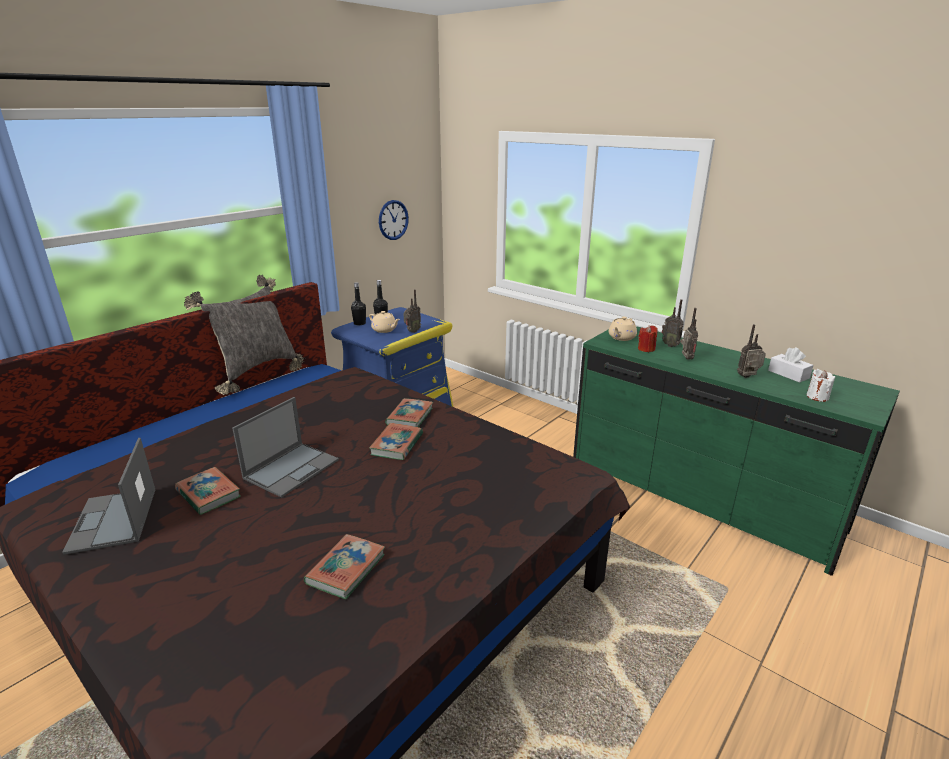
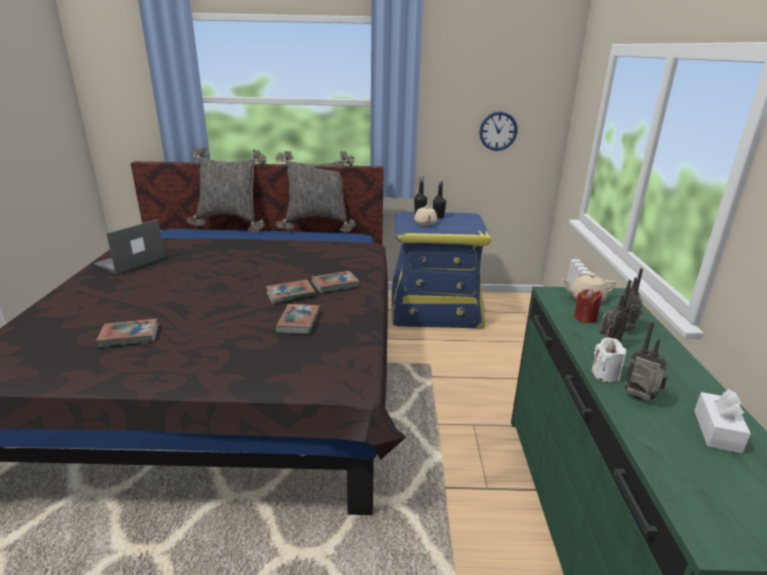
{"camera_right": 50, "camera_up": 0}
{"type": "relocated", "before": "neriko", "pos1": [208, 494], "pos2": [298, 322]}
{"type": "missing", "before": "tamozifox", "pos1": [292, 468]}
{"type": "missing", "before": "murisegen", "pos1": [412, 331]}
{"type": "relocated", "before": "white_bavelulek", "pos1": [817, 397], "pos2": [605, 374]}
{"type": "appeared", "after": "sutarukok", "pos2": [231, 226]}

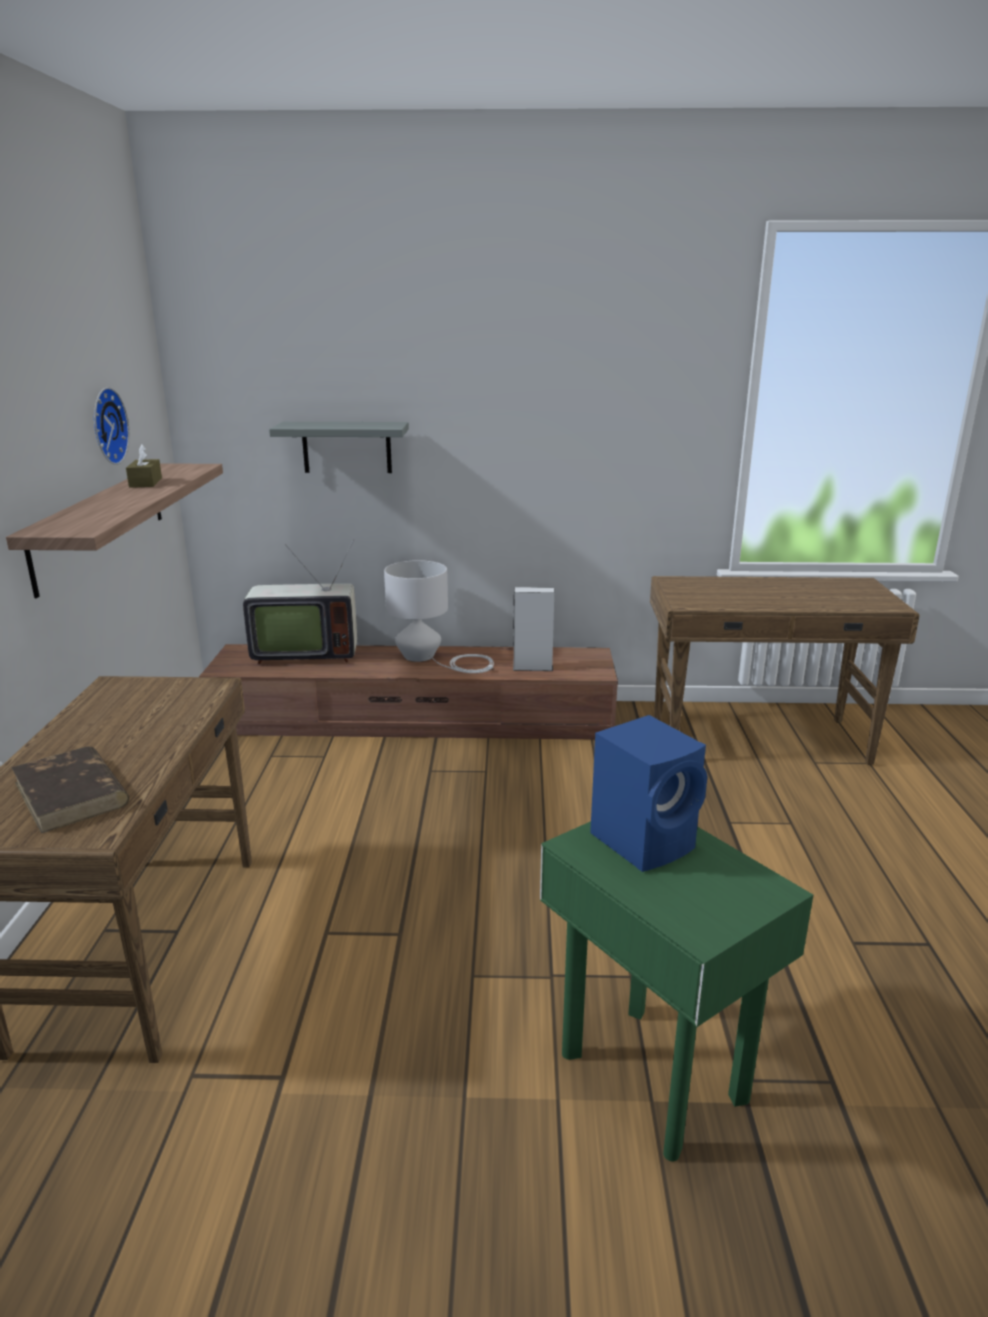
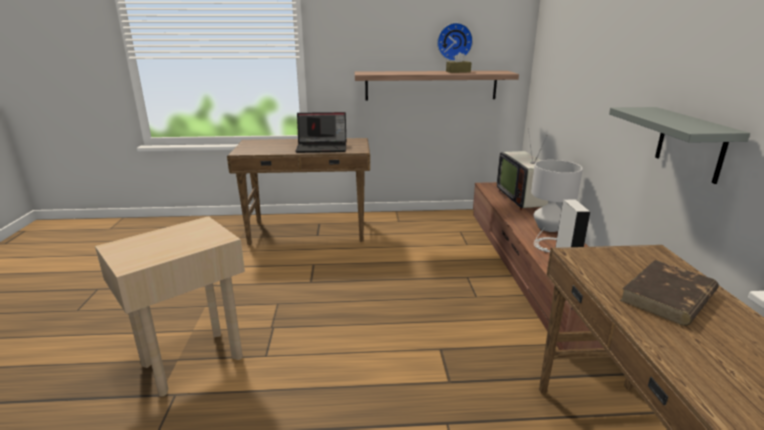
{"camera_right": 85, "camera_up": 0}
{"type": "relocated", "before": "brown_neriko", "pos1": [71, 794], "pos2": [668, 297]}
{"type": "relocated", "before": "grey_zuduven", "pos1": [347, 447], "pos2": [690, 144]}
{"type": "colour", "before": "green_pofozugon", "after": "beige_pofozugon", "pos1": [651, 1077], "pos2": [192, 360]}
{"type": "missing", "before": "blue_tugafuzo", "pos1": [645, 841]}
{"type": "appeared", "after": "tamozifox", "pos2": [322, 147]}

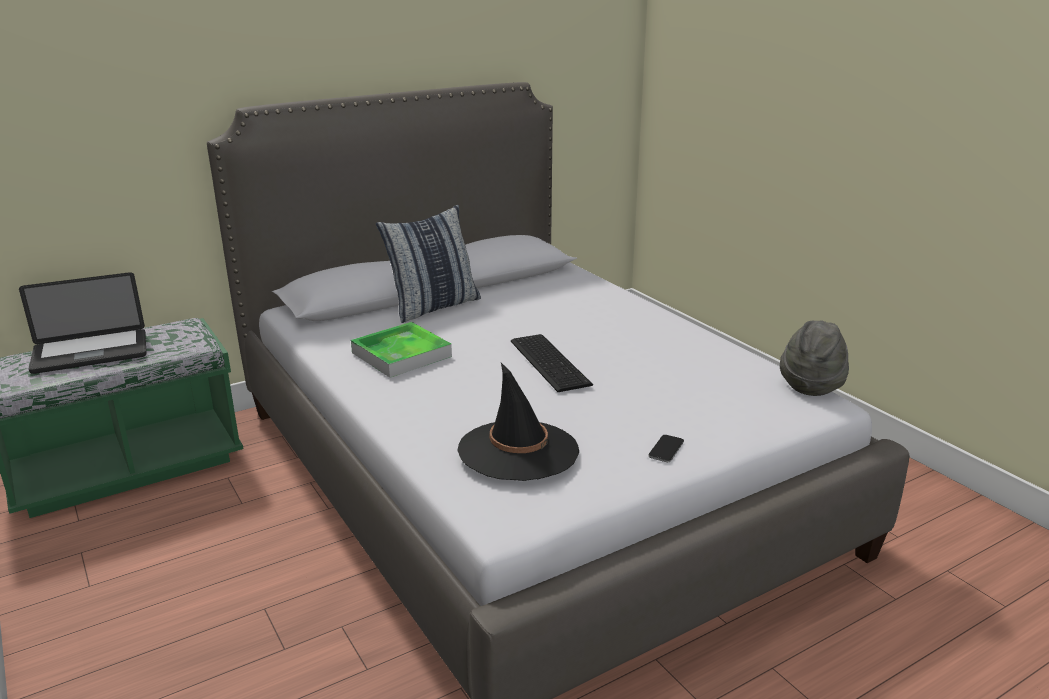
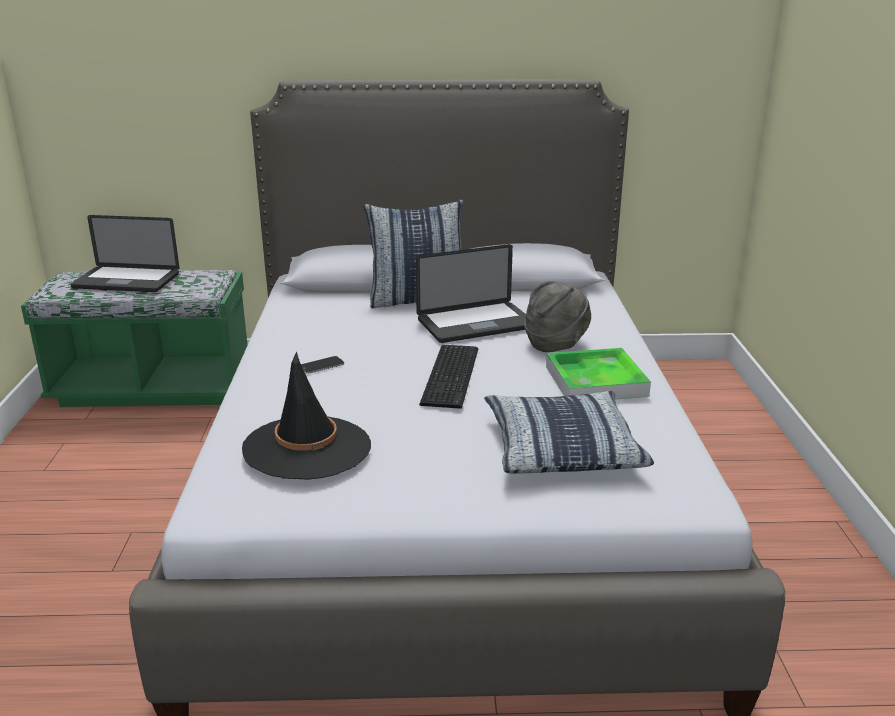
{"camera_right": 30, "camera_up": 0}
{"type": "relocated", "before": "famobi", "pos1": [401, 354], "pos2": [595, 381]}
{"type": "relocated", "before": "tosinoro", "pos1": [666, 449], "pos2": [322, 366]}
{"type": "relocated", "before": "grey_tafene", "pos1": [811, 384], "pos2": [556, 344]}
{"type": "appeared", "after": "tamozifox", "pos2": [476, 324]}
{"type": "appeared", "after": "sutarukok", "pos2": [562, 447]}

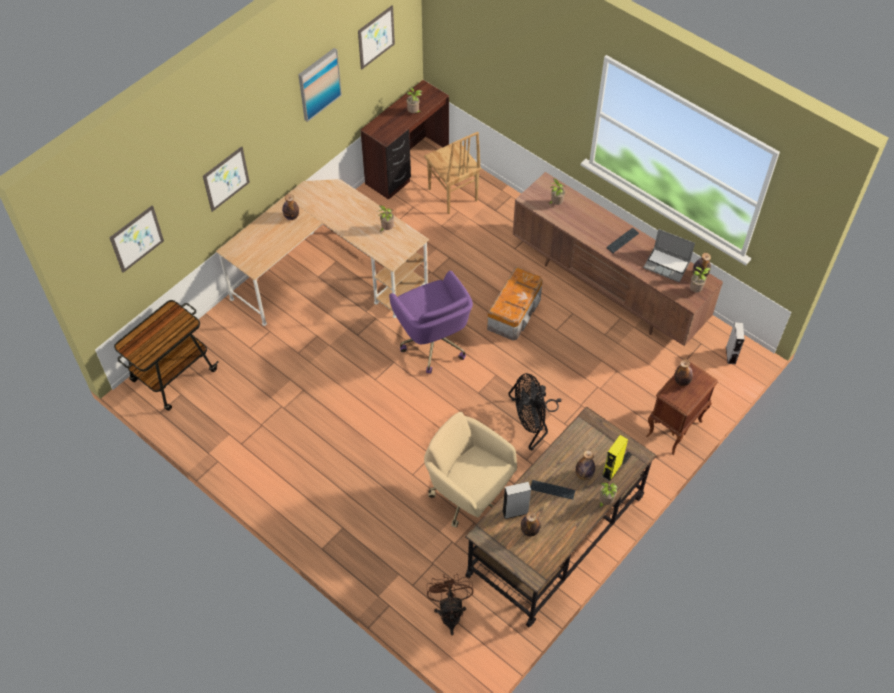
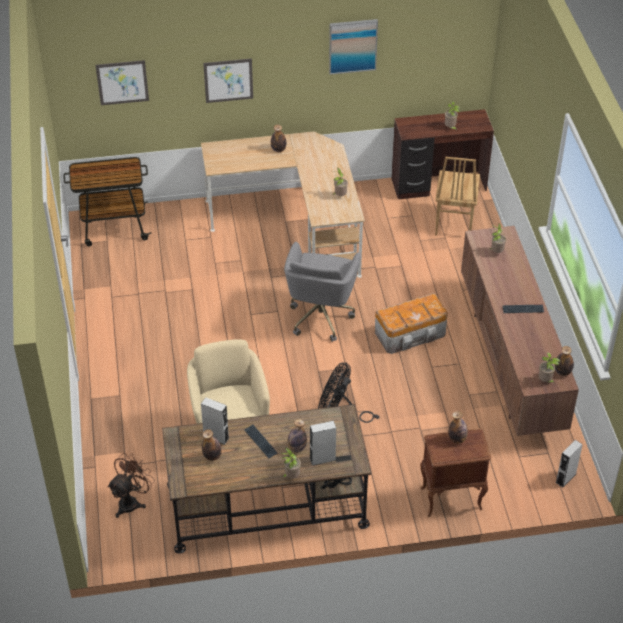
{"camera_right": 40, "camera_up": -10}
{"type": "missing", "before": "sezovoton", "pos1": [376, 37]}
{"type": "colour", "before": "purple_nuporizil", "after": "grey_nuporizil", "pos1": [432, 343], "pos2": [321, 316]}
{"type": "colour", "before": "yellow_tugafuzo", "after": "grey_tugafuzo", "pos1": [612, 470], "pos2": [322, 459]}
{"type": "missing", "before": "tamozifox", "pos1": [667, 265]}

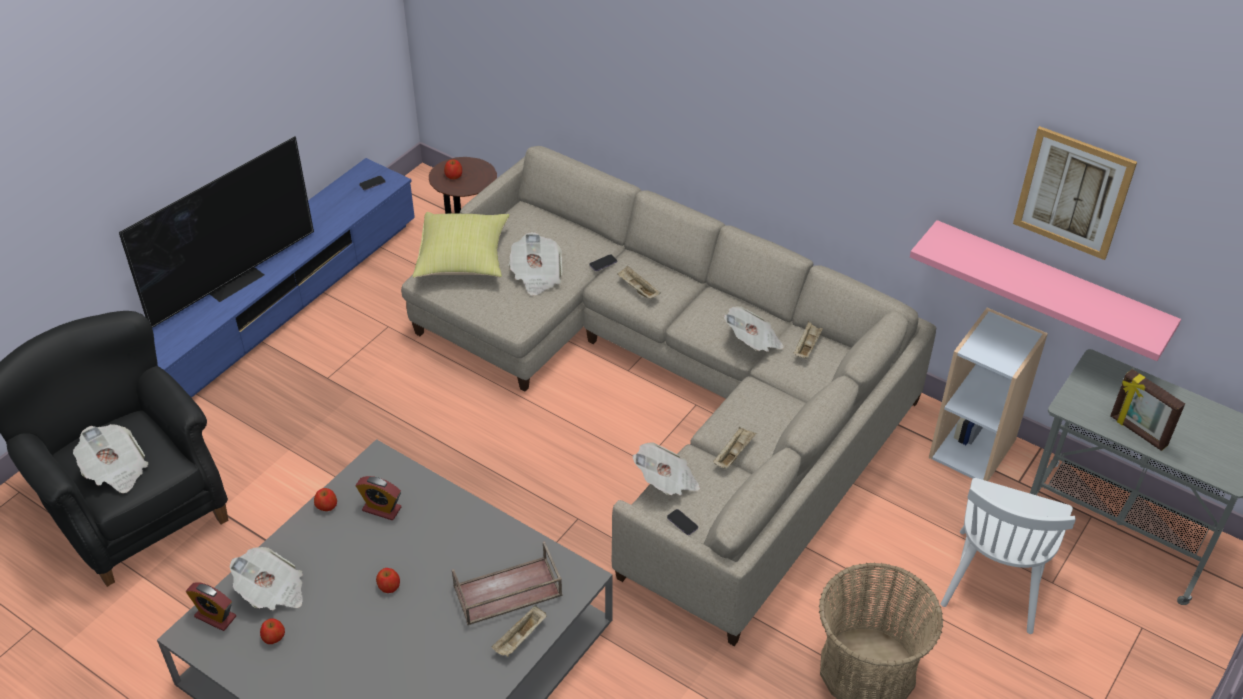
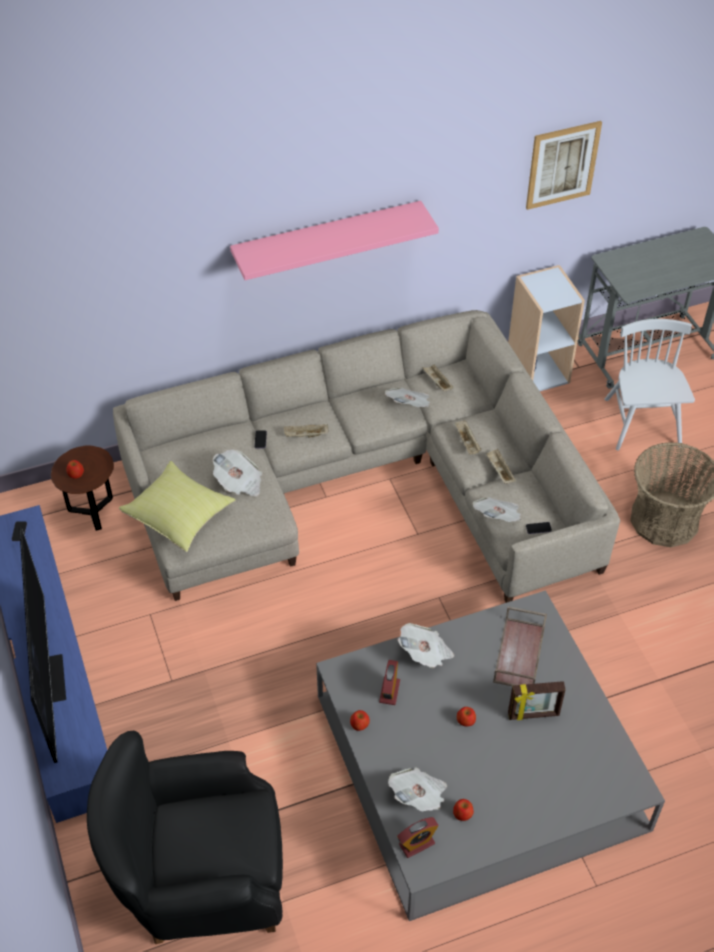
{"camera_right": -55, "camera_up": 5}
{"type": "relocated", "before": "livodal", "pos1": [115, 470], "pos2": [425, 654]}
{"type": "spun", "before": "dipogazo", "pos1": [381, 509], "pos2": [389, 691], "turn": 135}
{"type": "relocated", "before": "beige_famobi", "pos1": [520, 638], "pos2": [467, 443]}
{"type": "relocated", "before": "pink_zuduven", "pos1": [1049, 285], "pos2": [327, 237]}
{"type": "spun", "before": "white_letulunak", "pos1": [995, 580], "pos2": [642, 423], "turn": -150}
{"type": "relocated", "before": "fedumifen", "pos1": [1137, 432], "pos2": [533, 715]}

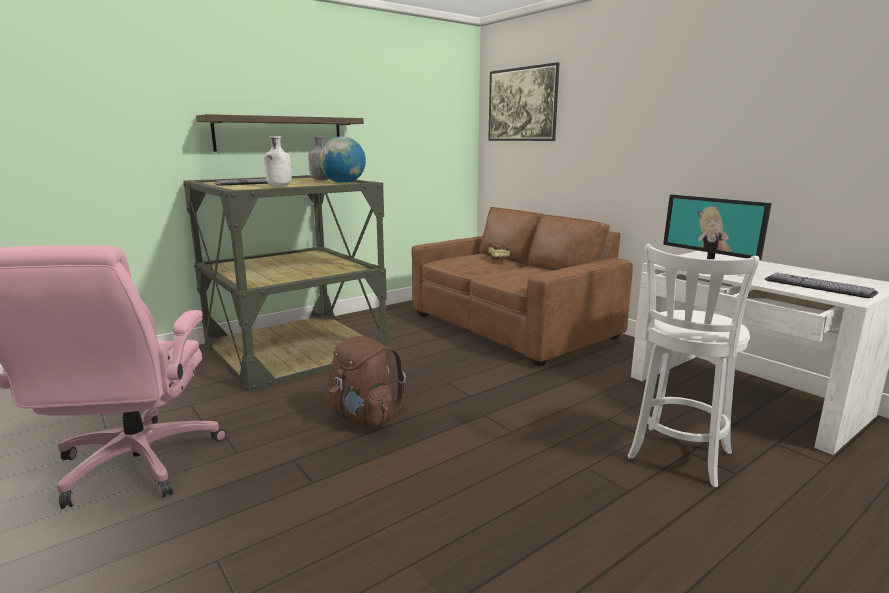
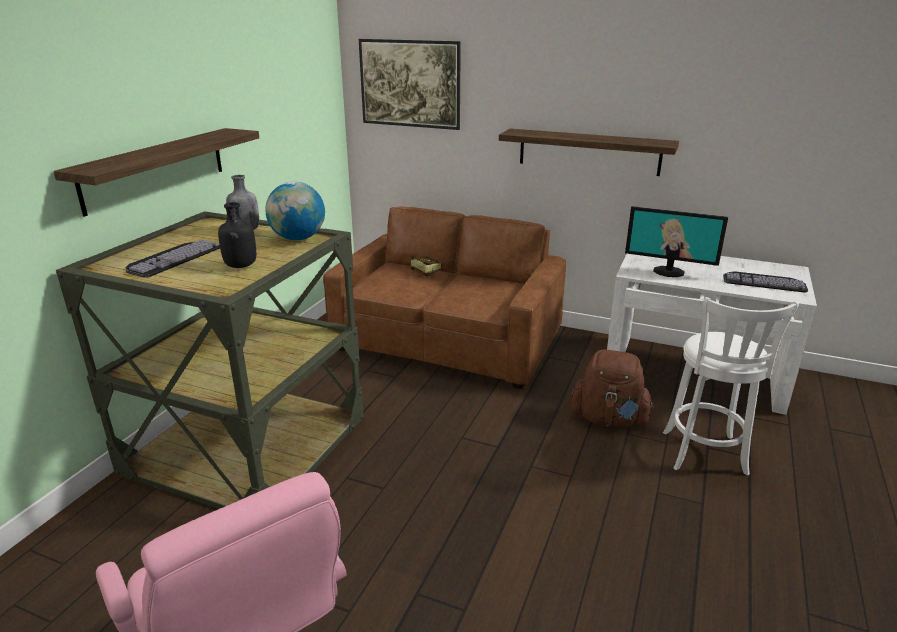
{"camera_right": -30, "camera_up": 10}
{"type": "colour", "before": "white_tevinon", "after": "black_tevinon", "pos1": [279, 186], "pos2": [240, 266]}
{"type": "relocated", "before": "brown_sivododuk", "pos1": [363, 417], "pos2": [609, 419]}
{"type": "appeared", "after": "zuduven", "pos2": [589, 152]}

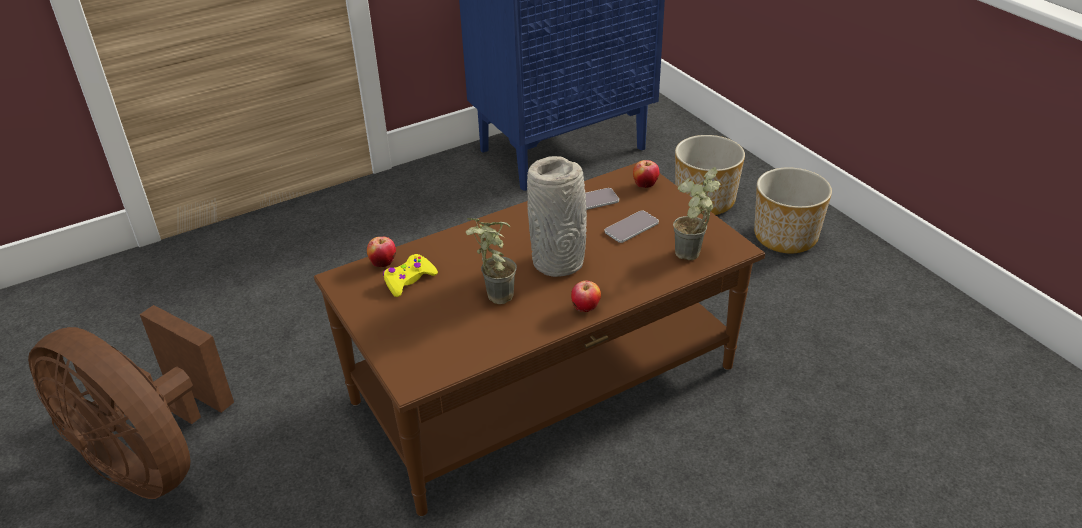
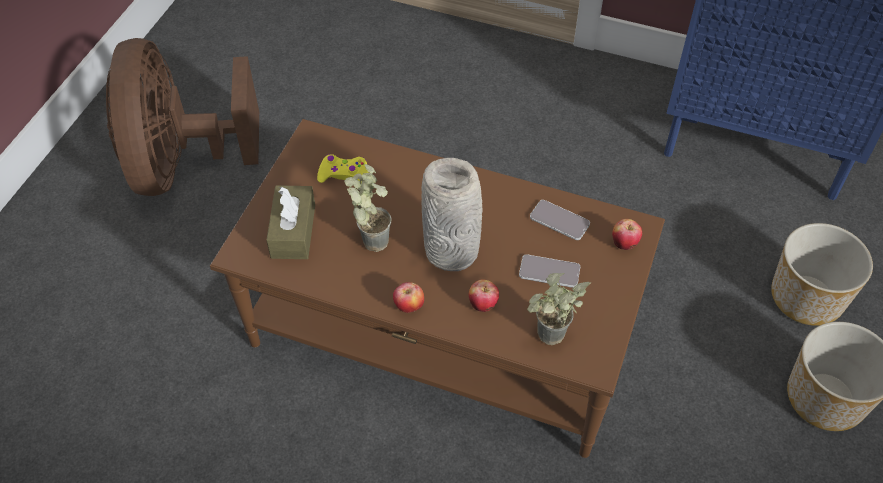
{"camera_right": 50, "camera_up": 15}
{"type": "relocated", "before": "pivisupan", "pos1": [383, 263], "pos2": [483, 305]}
{"type": "appeared", "after": "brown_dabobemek", "pos2": [293, 231]}

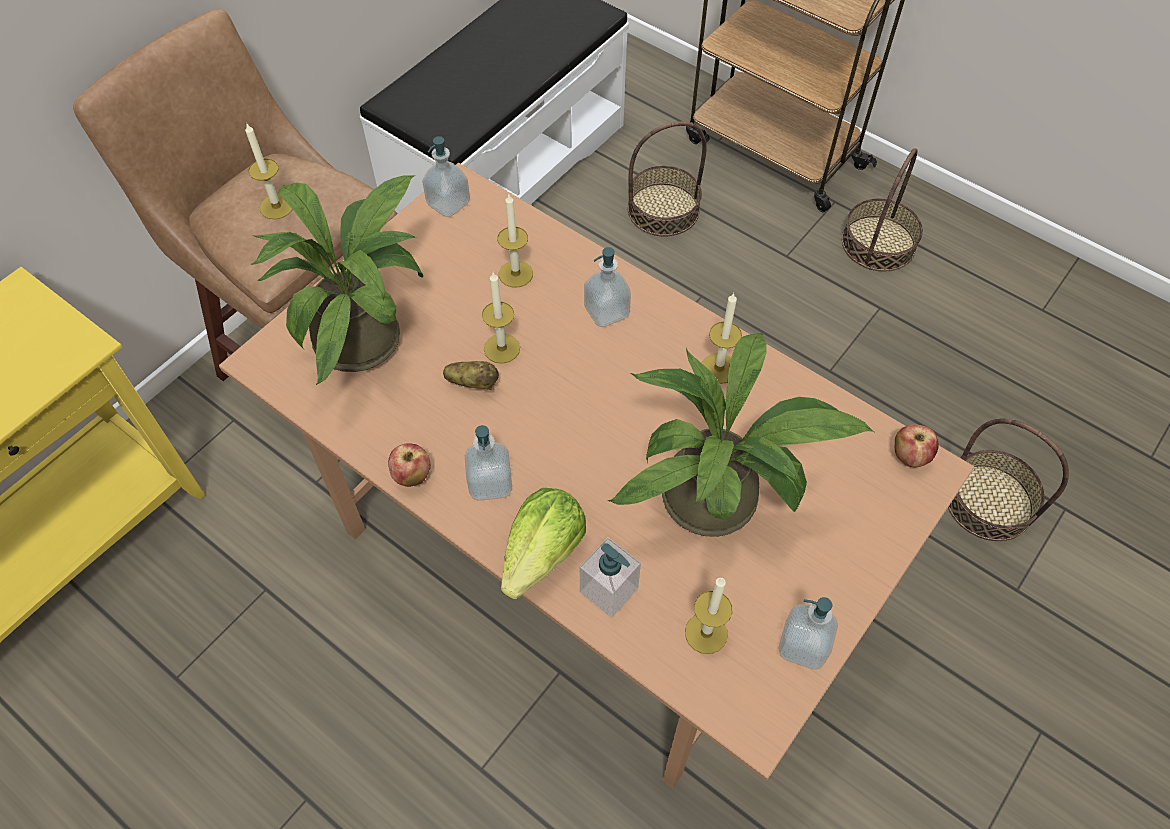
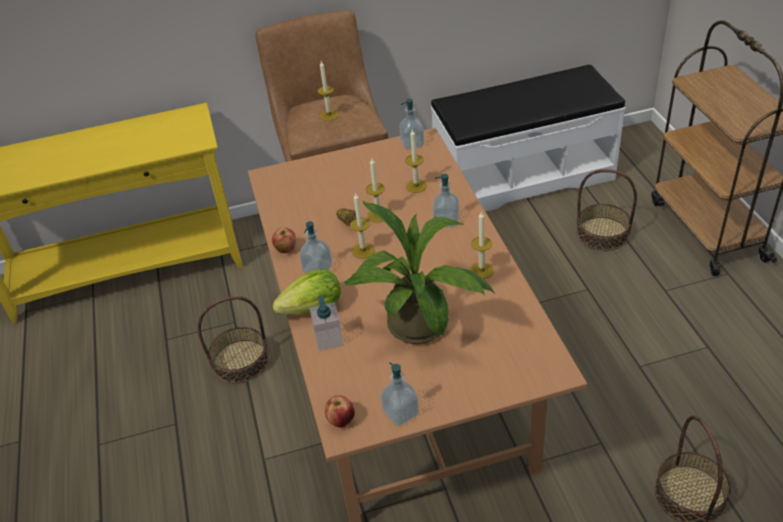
{"camera_right": 40, "camera_up": -15}
{"type": "missing", "before": "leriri", "pos1": [367, 335]}
{"type": "relocated", "before": "bavelulek", "pos1": [706, 633], "pos2": [363, 250]}
{"type": "relocated", "before": "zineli", "pos1": [878, 243], "pos2": [240, 361]}
{"type": "relocated", "before": "pivisupan", "pos1": [910, 456], "pos2": [341, 420]}

